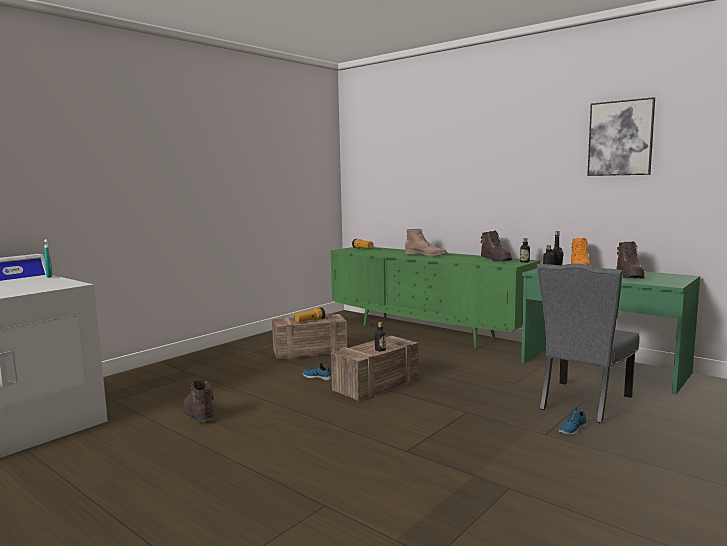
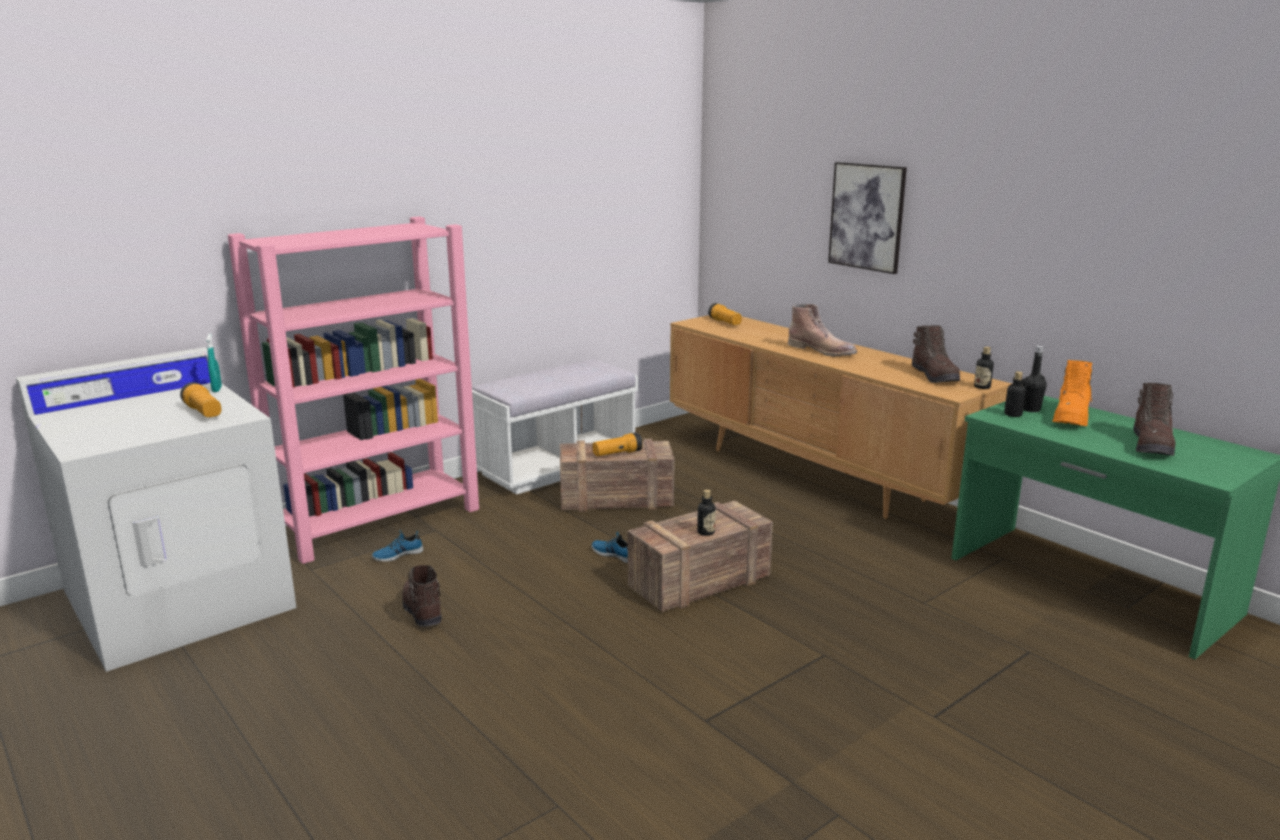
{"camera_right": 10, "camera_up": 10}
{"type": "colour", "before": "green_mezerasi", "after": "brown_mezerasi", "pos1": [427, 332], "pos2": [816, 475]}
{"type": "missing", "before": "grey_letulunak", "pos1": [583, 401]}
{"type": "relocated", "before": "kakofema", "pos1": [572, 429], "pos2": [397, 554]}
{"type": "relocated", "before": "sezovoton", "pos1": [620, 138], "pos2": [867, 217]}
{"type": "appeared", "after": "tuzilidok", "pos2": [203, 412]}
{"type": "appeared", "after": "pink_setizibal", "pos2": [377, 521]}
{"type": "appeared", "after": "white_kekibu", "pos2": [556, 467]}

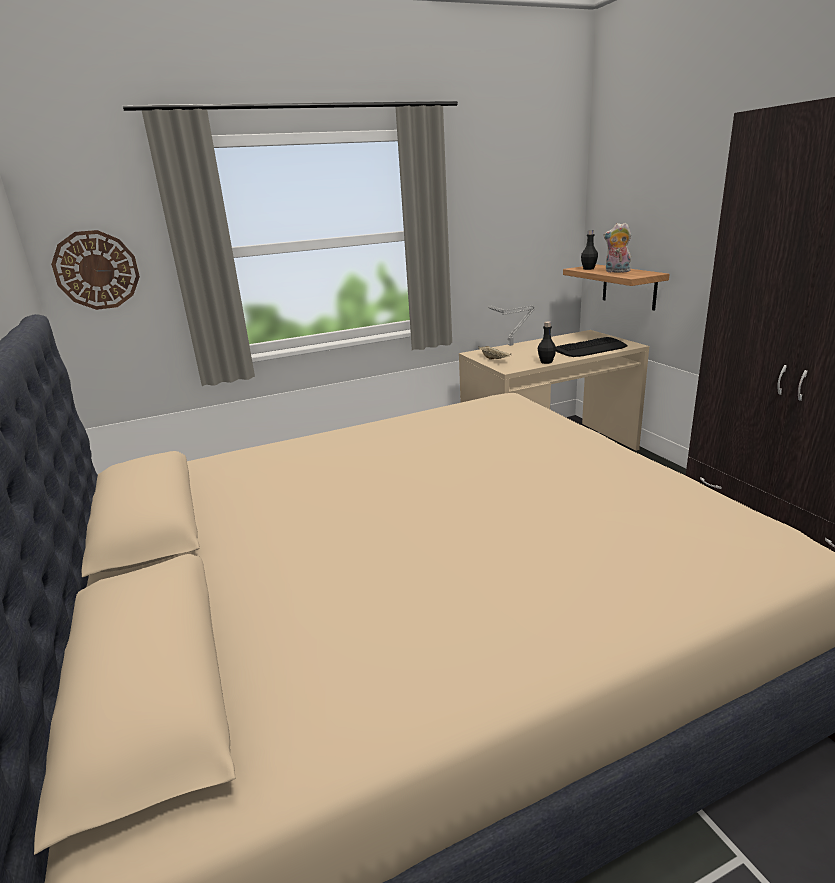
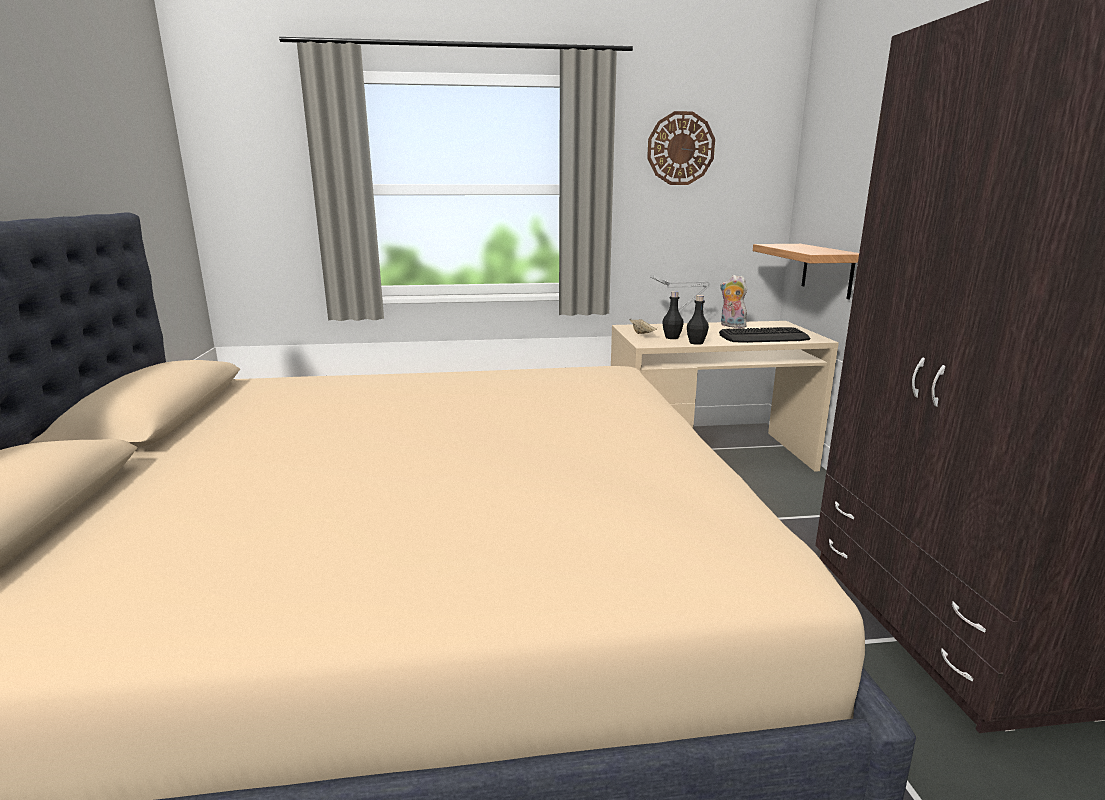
{"camera_right": 15, "camera_up": -5}
{"type": "relocated", "before": "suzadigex", "pos1": [96, 270], "pos2": [680, 148]}
{"type": "relocated", "before": "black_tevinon", "pos1": [588, 269], "pos2": [672, 337]}
{"type": "relocated", "before": "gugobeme", "pos1": [616, 271], "pos2": [731, 326]}

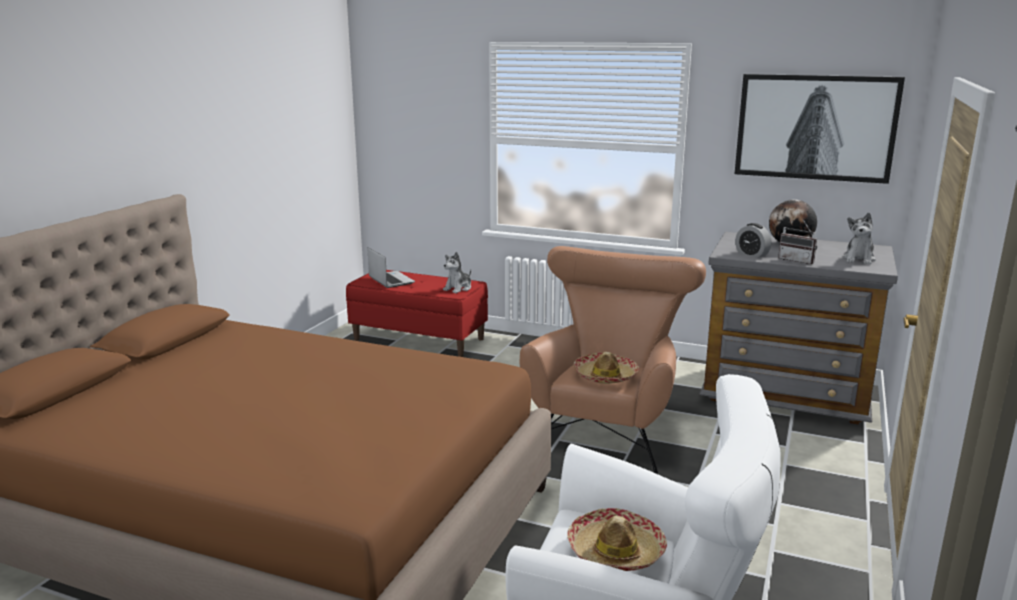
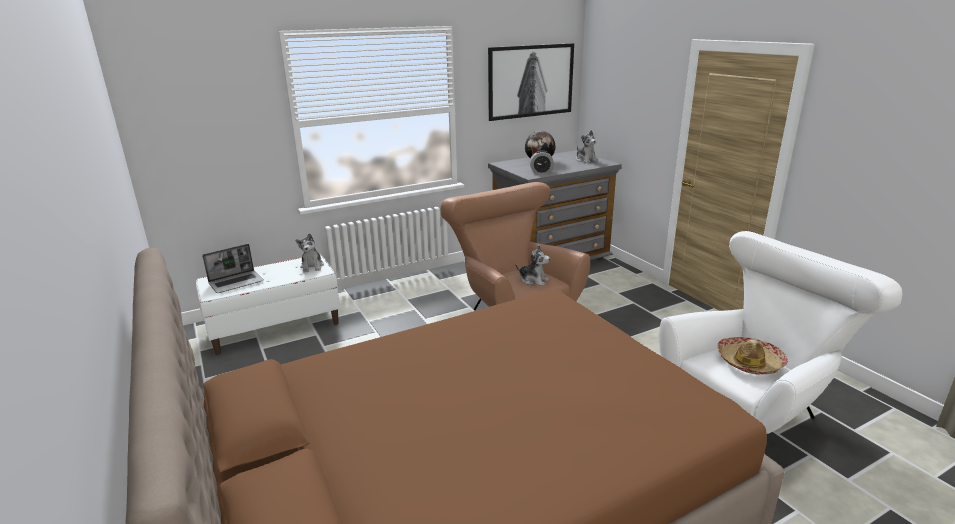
{"camera_right": -50, "camera_up": 5}
{"type": "colour", "before": "red_kekibu", "after": "white_kekibu", "pos1": [419, 339], "pos2": [275, 327]}
{"type": "spun", "before": "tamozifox", "pos1": [390, 280], "pos2": [237, 282], "turn": 135}
{"type": "exchanged", "before": "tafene", "after": "gugobeme", "pos1": [605, 376], "pos2": [533, 280]}
{"type": "missing", "before": "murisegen", "pos1": [798, 260]}

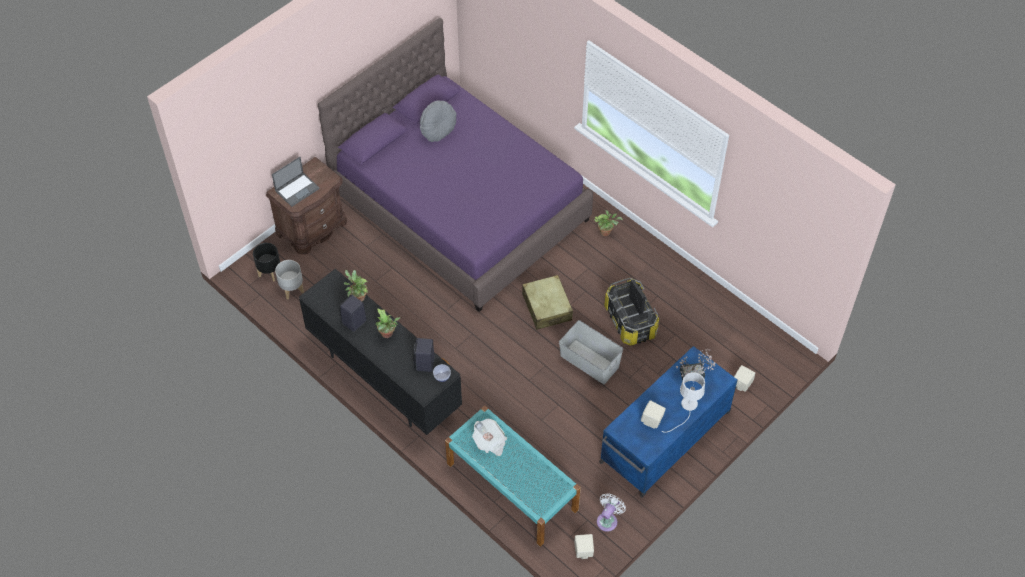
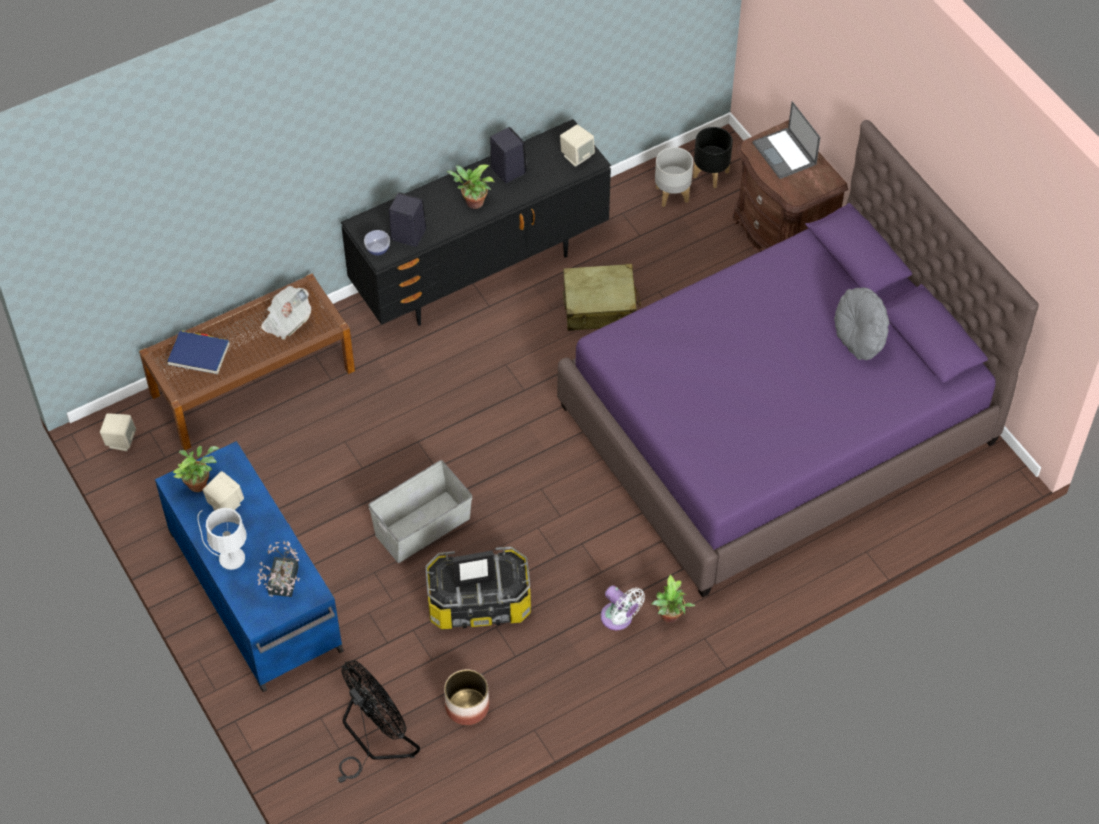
{"camera_right": 105, "camera_up": 0}
{"type": "relocated", "before": "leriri", "pos1": [357, 297], "pos2": [199, 482]}
{"type": "colour", "before": "turquoise_kekibu", "after": "brown_kekibu", "pos1": [511, 487], "pos2": [252, 381]}
{"type": "relocated", "before": "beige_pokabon", "pos1": [547, 307], "pos2": [600, 306]}
{"type": "relocated", "before": "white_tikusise", "pos1": [608, 520], "pos2": [619, 619]}
{"type": "relocated", "before": "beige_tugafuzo", "pos1": [741, 384], "pos2": [577, 156]}
{"type": "appeared", "after": "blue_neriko", "pos2": [199, 354]}
{"type": "appeared", "after": "black_tikusise", "pos2": [371, 735]}
{"type": "appeared", "after": "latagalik", "pos2": [467, 707]}

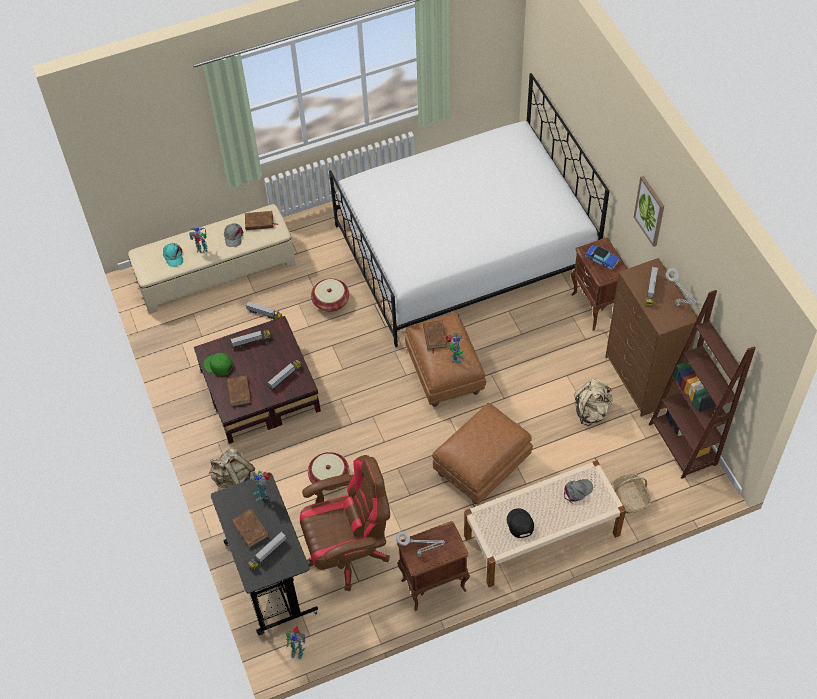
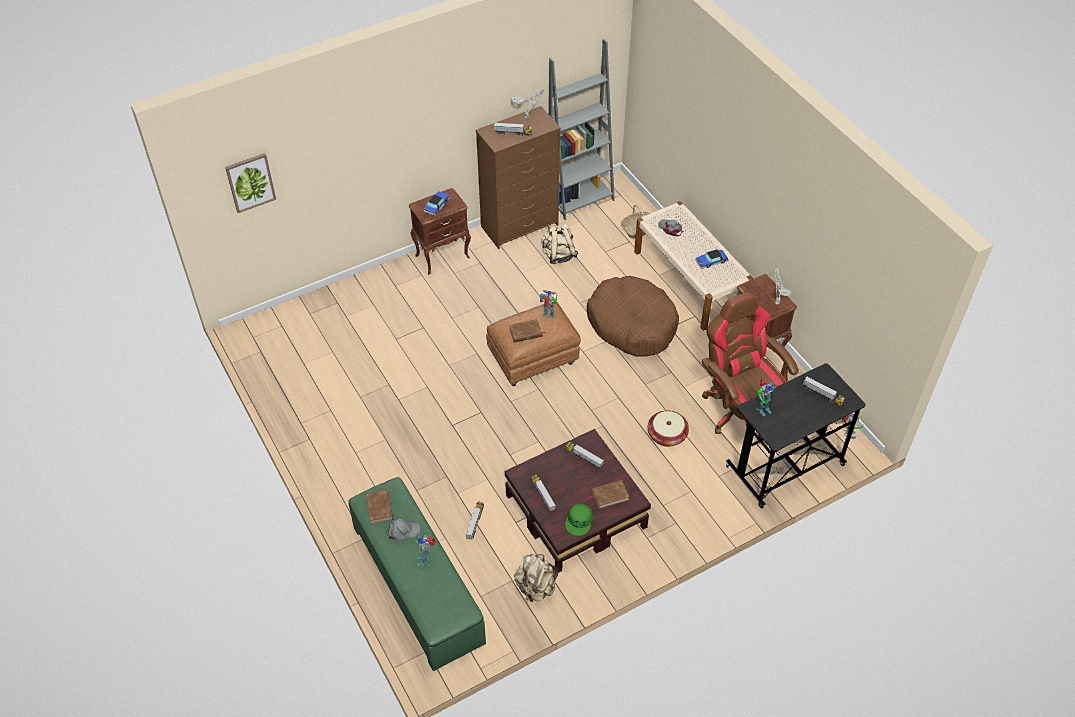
{"camera_right": -100, "camera_up": -5}
{"type": "colour", "before": "beige_kekibu", "after": "green_kekibu", "pos1": [216, 271], "pos2": [416, 583]}
{"type": "missing", "before": "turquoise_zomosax", "pos1": [173, 256]}
{"type": "relocated", "before": "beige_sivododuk", "pos1": [233, 479], "pos2": [536, 588]}
{"type": "missing", "before": "brown_neriko", "pos1": [250, 529]}
{"type": "missing", "before": "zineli", "pos1": [331, 301]}
{"type": "missing", "before": "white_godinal", "pos1": [464, 250]}
{"type": "exchanged", "before": "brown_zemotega", "after": "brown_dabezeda", "pos1": [481, 468], "pos2": [632, 324]}
{"type": "exchanged", "before": "black_zomosax", "after": "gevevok", "pos1": [520, 524], "pos2": [711, 261]}
{"type": "relocated", "before": "sezovoton", "pos1": [650, 211], "pos2": [250, 182]}
{"type": "colour", "before": "brown_setizibal", "after": "grey_setizibal", "pos1": [683, 444], "pos2": [581, 199]}

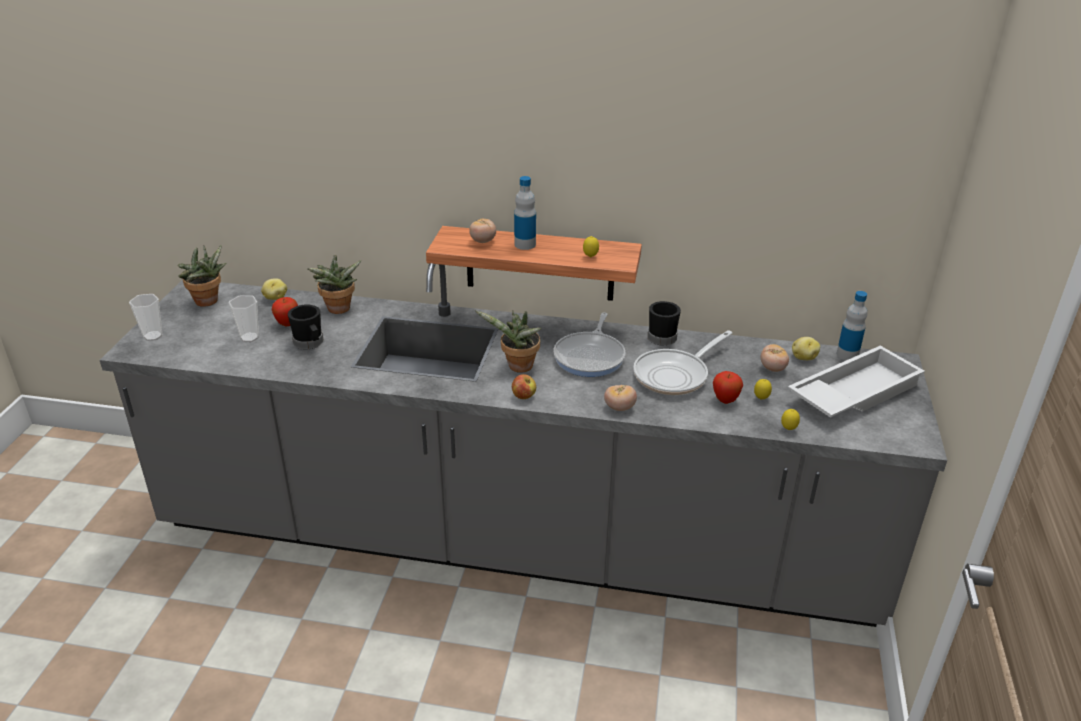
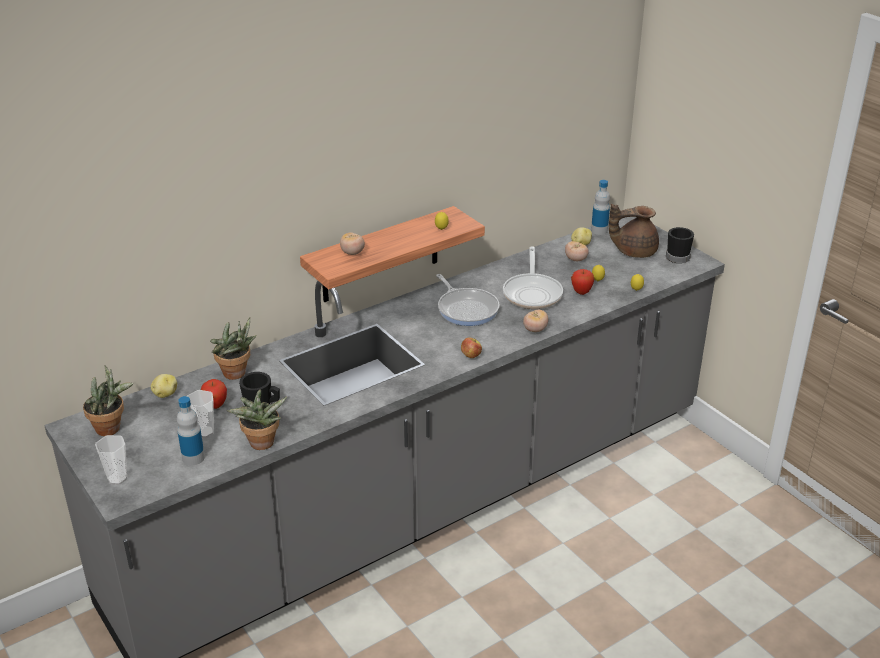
{"camera_right": -45, "camera_up": 0}
{"type": "relocated", "before": "leriri", "pos1": [517, 367], "pos2": [261, 445]}
{"type": "relocated", "before": "tevinon", "pos1": [525, 244], "pos2": [193, 458]}
{"type": "relocated", "before": "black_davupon", "pos1": [664, 336], "pos2": [676, 256]}
{"type": "exchanged", "before": "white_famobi", "after": "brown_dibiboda", "pos1": [853, 392], "pos2": [633, 251]}

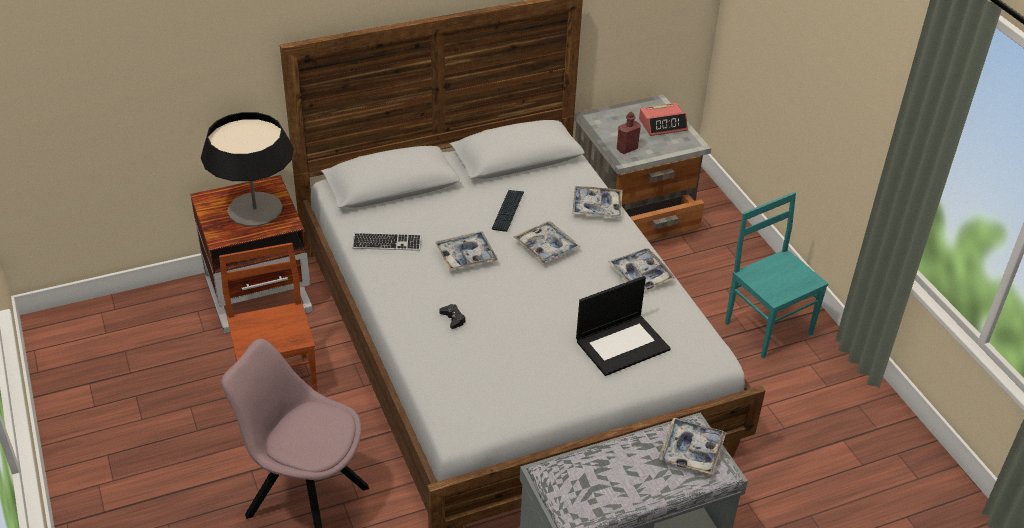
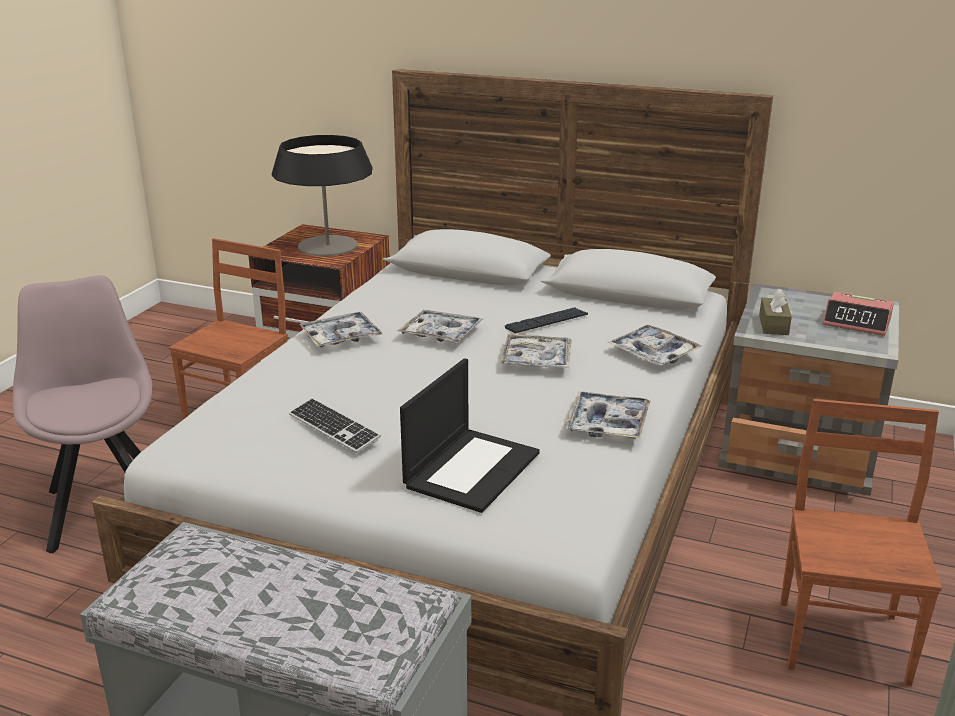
{"camera_right": 45, "camera_up": -15}
{"type": "relocated", "before": "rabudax", "pos1": [387, 243], "pos2": [334, 427]}
{"type": "missing", "before": "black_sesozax", "pos1": [453, 319]}
{"type": "spun", "before": "tamozifox", "pos1": [622, 344], "pos2": [472, 468], "turn": -75}
{"type": "exchanged", "before": "red_tevinon", "after": "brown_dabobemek", "pos1": [627, 149], "pos2": [773, 325]}
{"type": "relocated", "before": "famobi", "pos1": [691, 451], "pos2": [341, 337]}
{"type": "colour", "before": "turquoise_letulunak", "after": "brown_letulunak", "pos1": [768, 327], "pos2": [844, 640]}

